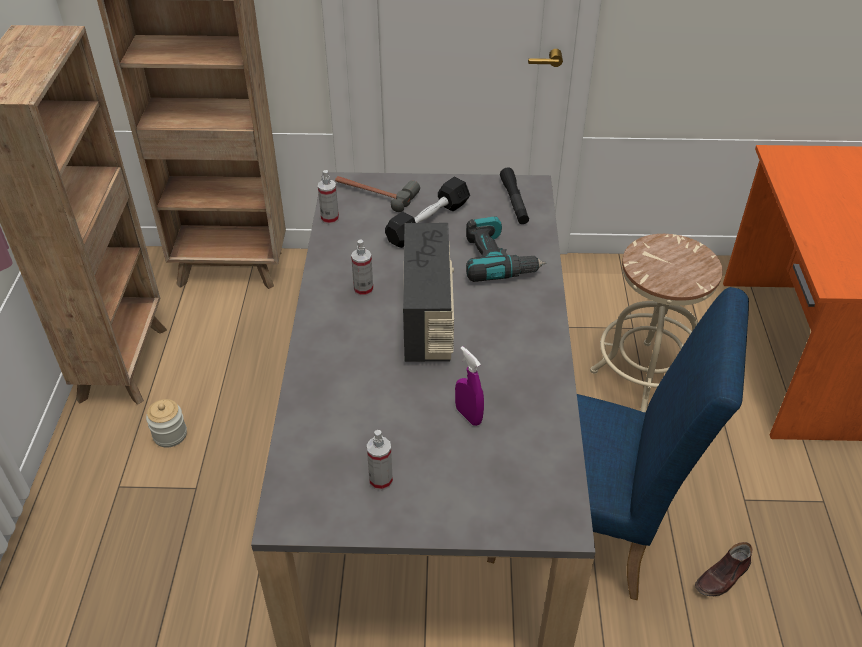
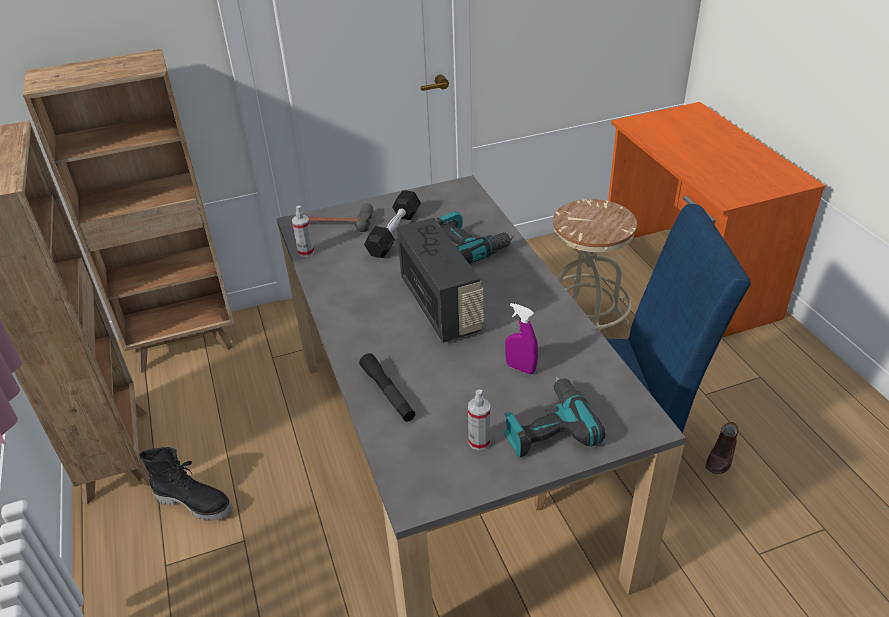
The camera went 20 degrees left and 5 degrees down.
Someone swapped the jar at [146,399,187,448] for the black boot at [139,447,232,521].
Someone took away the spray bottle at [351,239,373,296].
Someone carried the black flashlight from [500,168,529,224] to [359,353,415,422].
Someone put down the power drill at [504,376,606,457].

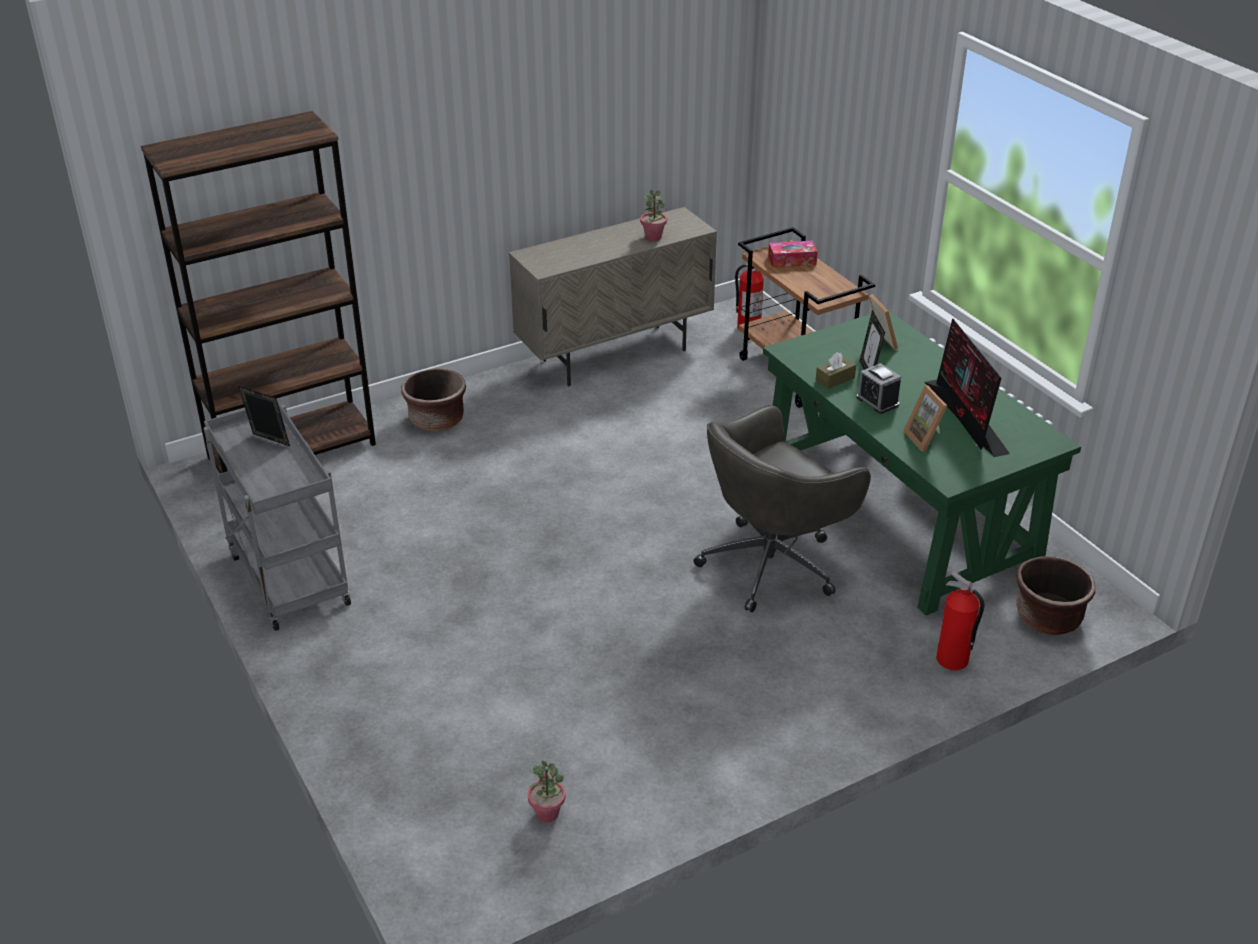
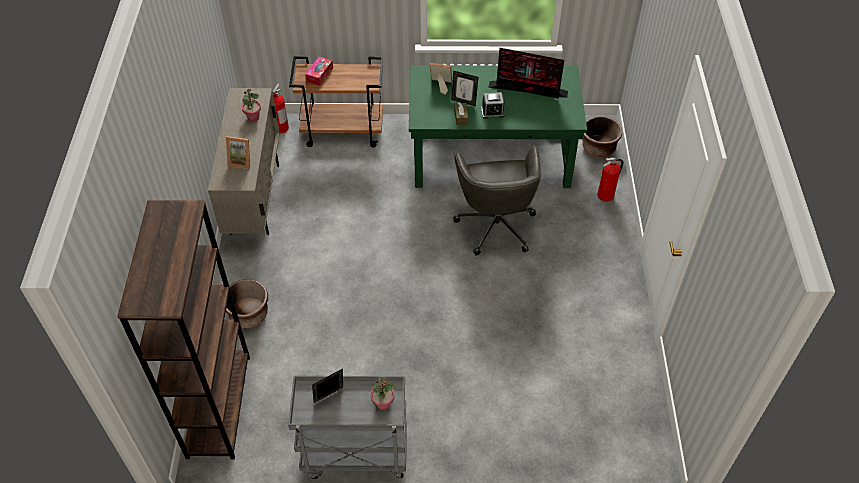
The camera went 60 degrees left and 15 degrees up.
Someone carried the potted plant from [528,761,566,823] to [370,377,395,410].
Someone carried the picture frame from [903,385,947,452] to [226,136,250,169].

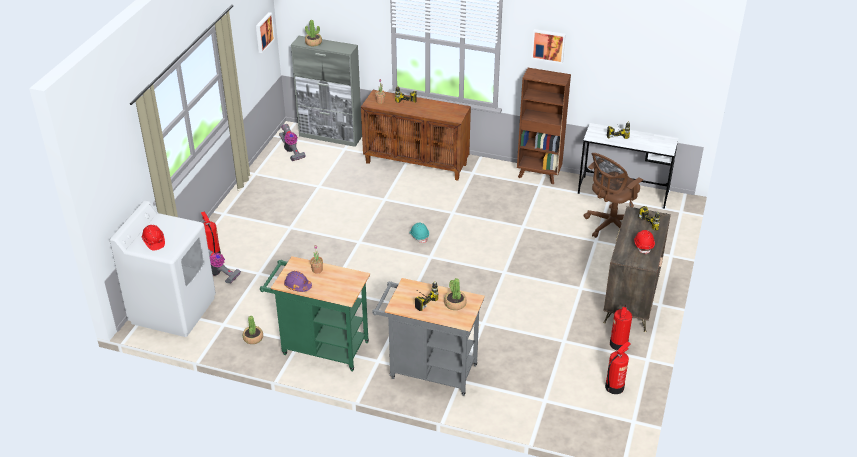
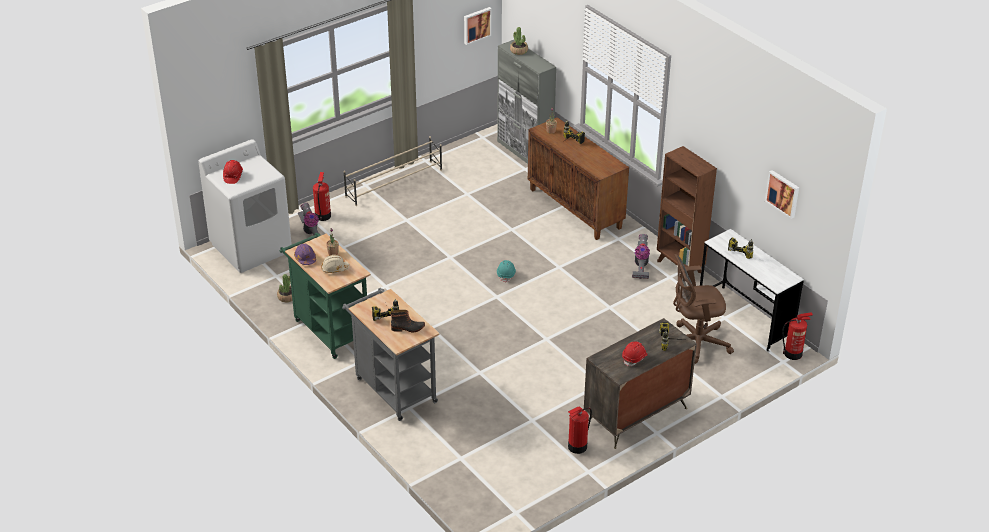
The camera went 35 degrees right and 0 degrees up.
Someone carried the vacuum cleaner from [279,124,306,161] to [632,234,650,279].
Someone swapped the potted plant at [444,278,467,310] for the boot at [390,310,425,332].
Someone carried the picture from [531,29,566,64] to [765,170,799,219].
Someone carried the fire extinguisher from [605,341,631,394] to [782,312,813,360].
Someone put down the beige hard hat at [321,255,349,273].
Someone put down the beige shoe rack at [343,136,442,206].

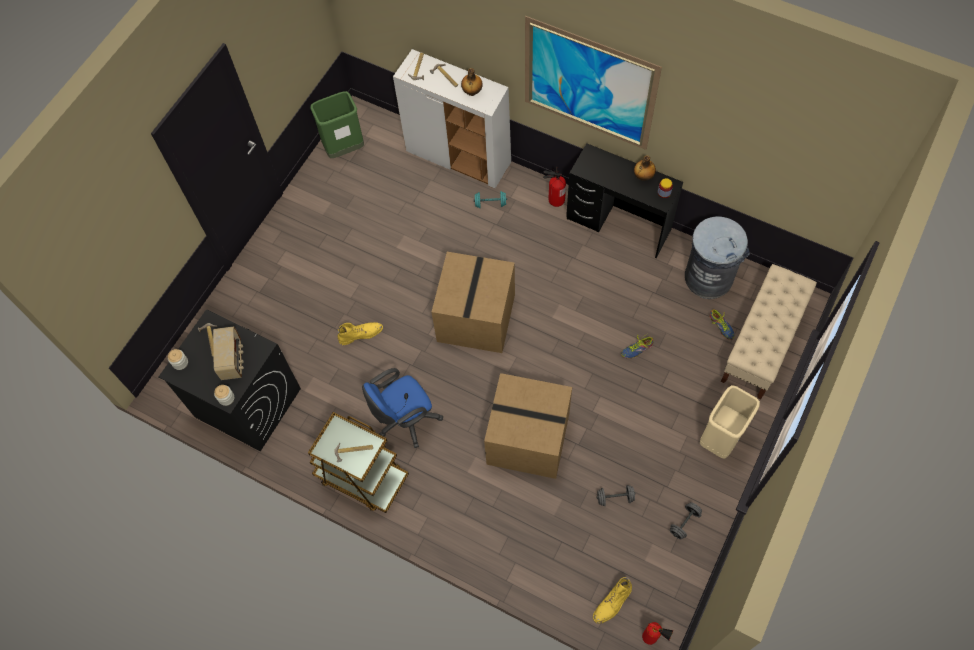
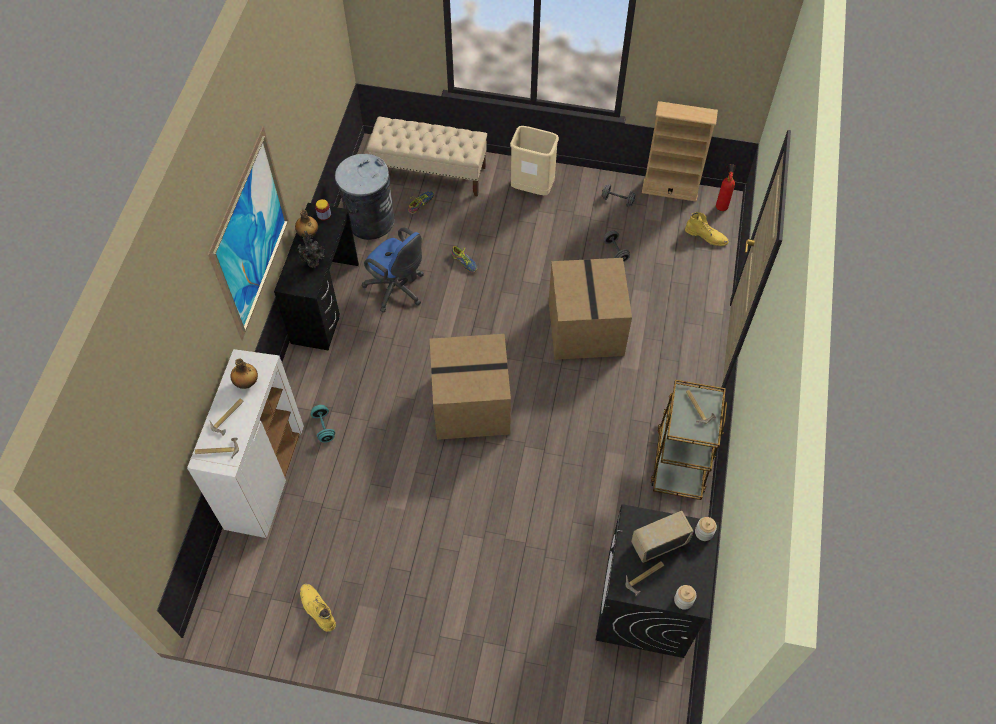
The camera went 110 degrees left and 5 degrees down.
Someone took away the green trash can at [310,91,364,158].
Someone carried the yellow boot from [337,322,383,345] to [300,584,336,632].
Someone carried the blue office chair from [362,368,443,448] to [362,228,424,312].
Someone took away the fire extinguisher at [543,166,566,207].
Someone put down the potted plant at [297,231,325,268].
Someone put down the beige bookcase at [642,101,718,202].

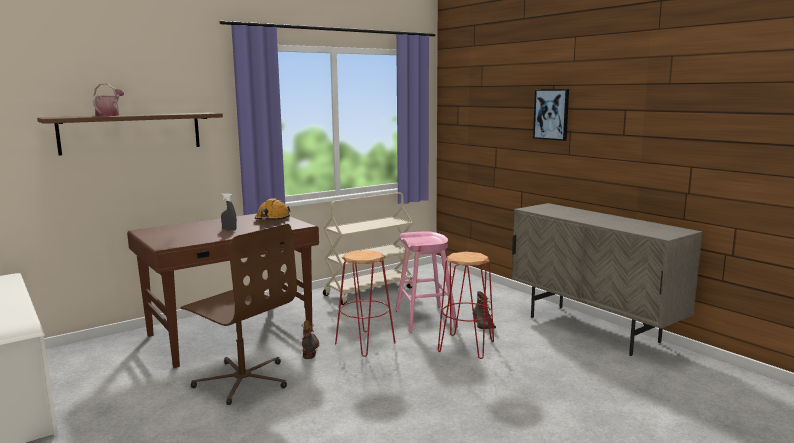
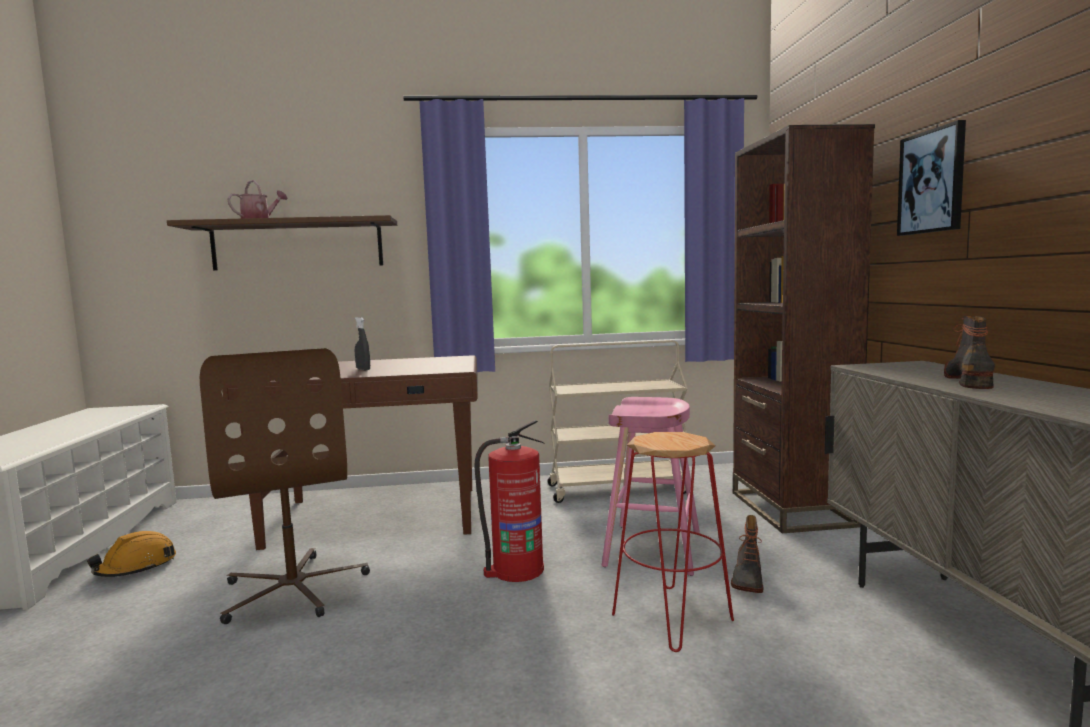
The camera went 30 degrees right and 5 degrees down.
Someone carried the orange hard hat from [255,198,291,220] to [87,531,176,577].
Someone carried the boot from [302,320,319,359] to [944,316,995,389].
Someone swapped the red stool at [335,250,396,357] for the fire extinguisher at [475,420,544,582].
Someone put down the brown bookcase at [733,124,875,533].

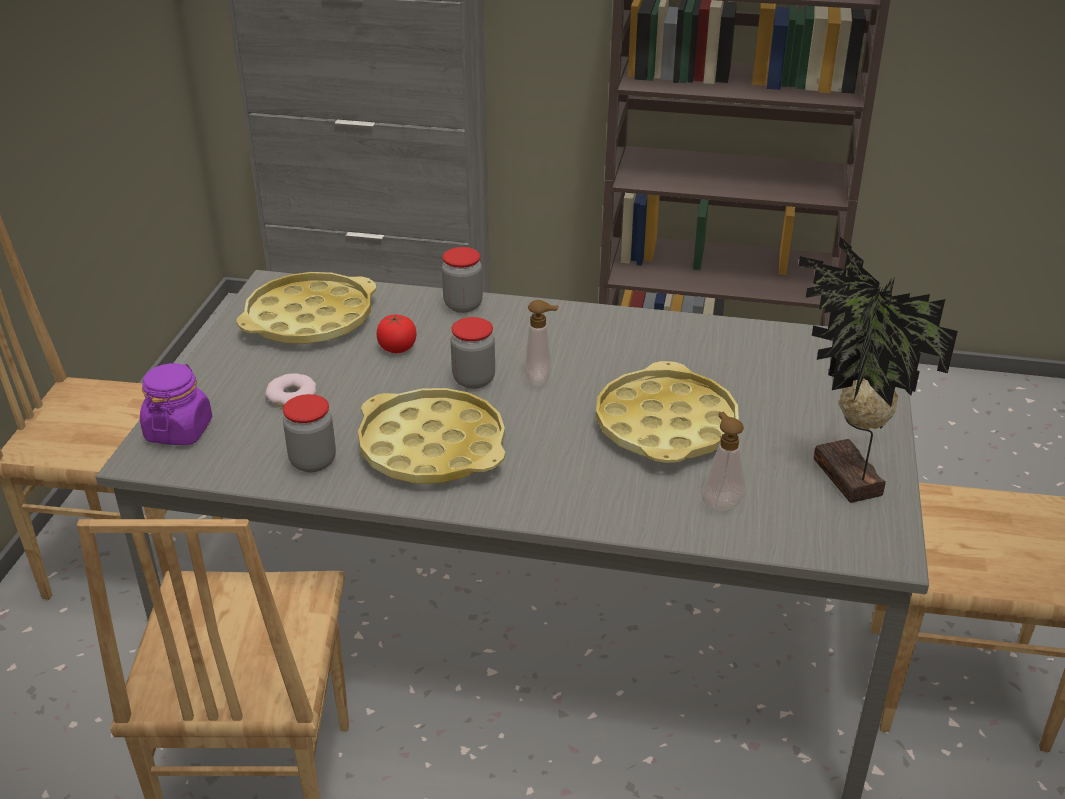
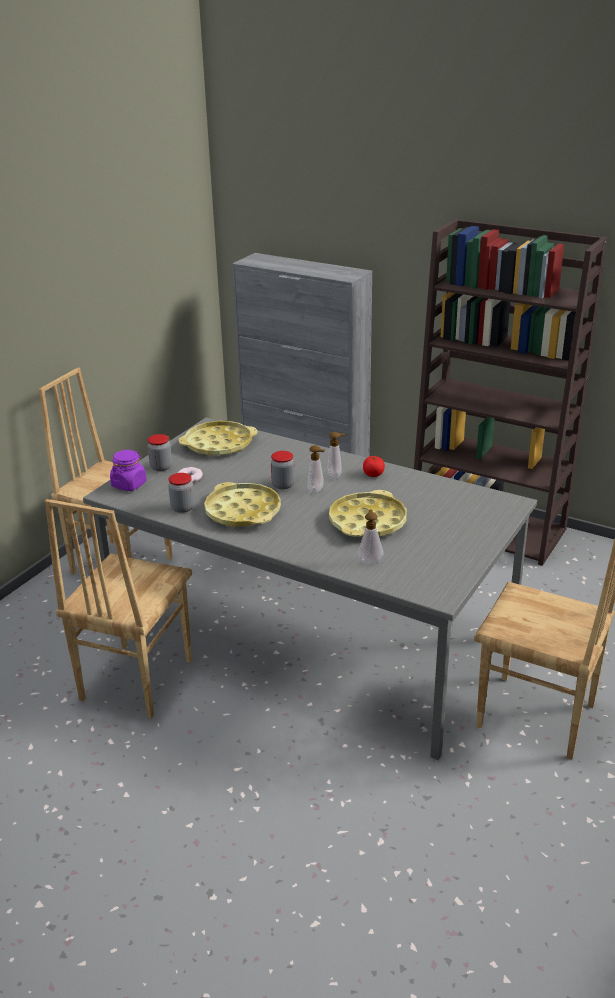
The camera went 20 degrees right and 5 degrees down.
Someone carried the tomato from [376,314,416,353] to [363,456,385,477].
Someone carried the jar from [442,247,483,313] to [148,434,172,471].
Someone took away the potted plant at [799,237,958,503].
Someone put down the soap dispenser at [327,432,345,479].

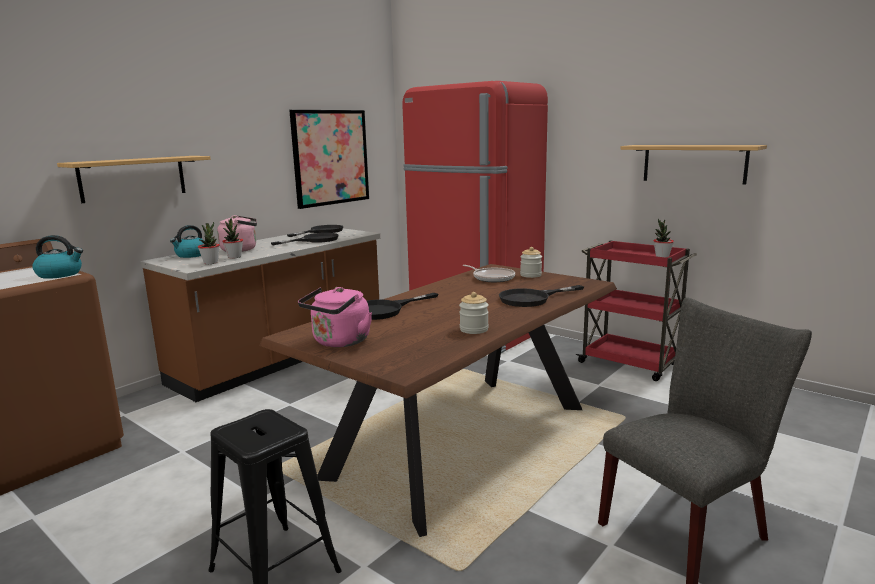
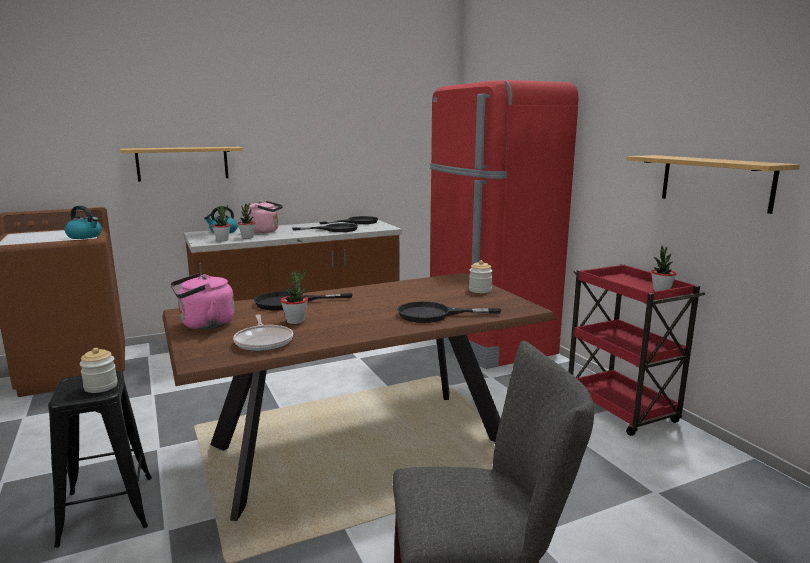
The camera went 25 degrees right and 0 degrees up.
Someone took away the picture at [289,110,369,209].
Someone carried the jar from [459,292,489,334] to [80,348,118,393].
Someone carried the frying pan from [463,265,515,282] to [233,315,293,351].
Someone put down the potted plant at [281,270,308,324].

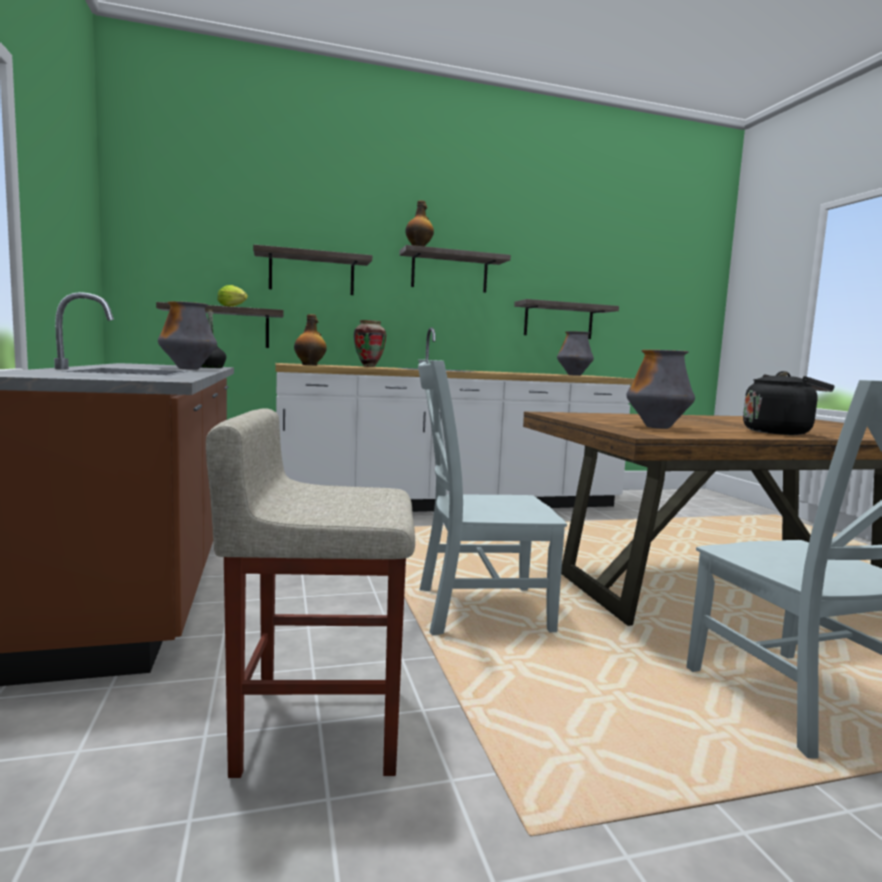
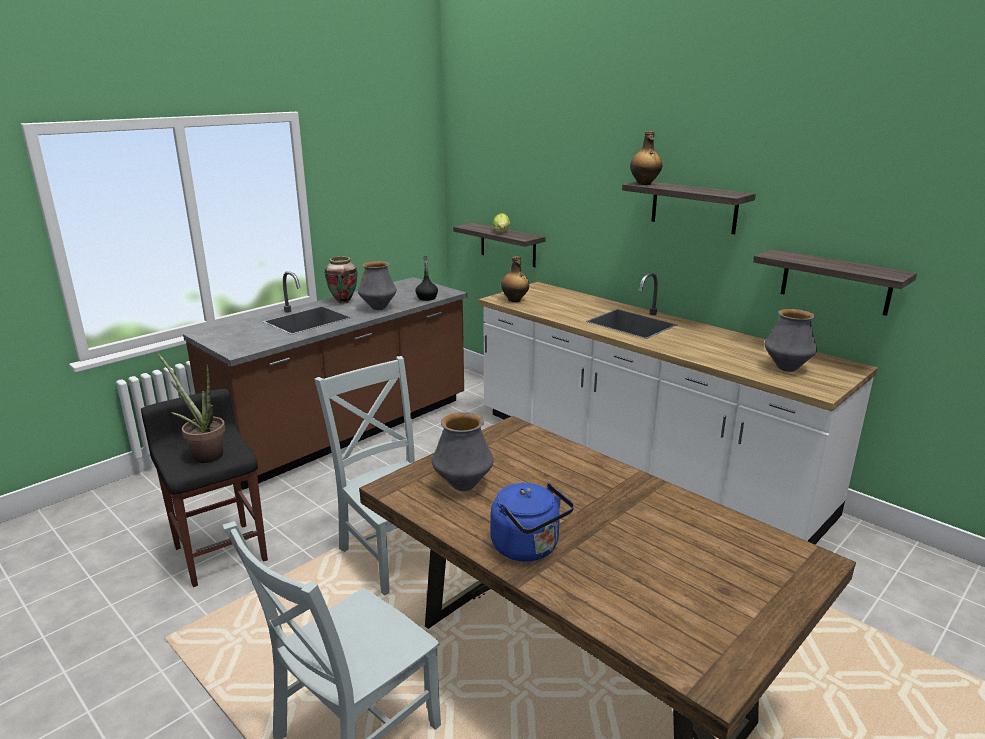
The camera went 60 degrees right and 15 degrees up.
Someone repainted the beige stool at [206,408,415,778], which became the black stool at [141,389,268,587].
Someone took away the shelf at [253,244,372,295].
Someone carried the vase from [354,320,386,367] to [325,256,357,304].
Someone repainted the black kettle at [743,371,835,435], which became the blue kettle at [490,483,574,562].
Someone put down the potted plant at [156,352,225,463].

